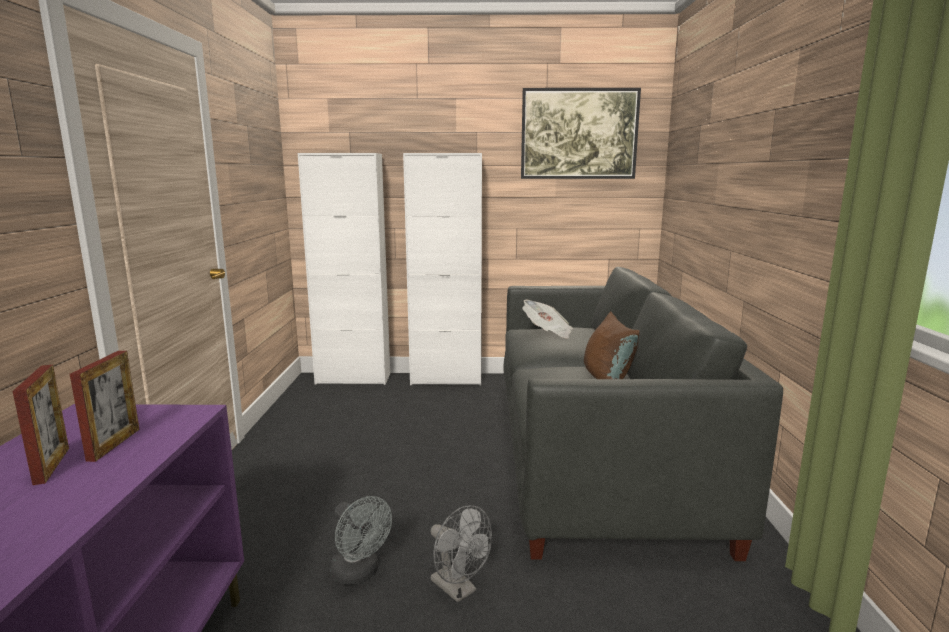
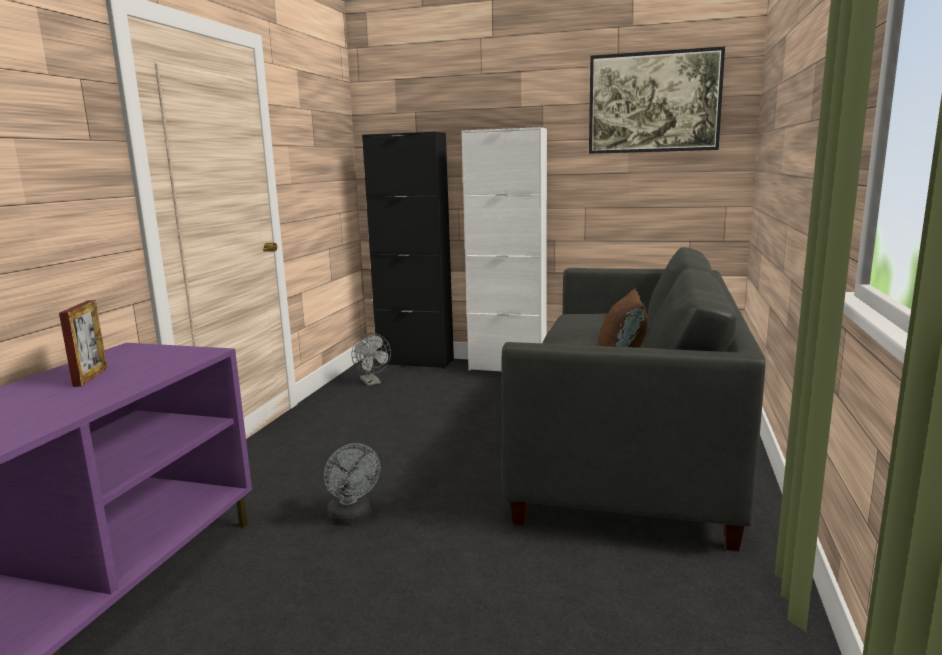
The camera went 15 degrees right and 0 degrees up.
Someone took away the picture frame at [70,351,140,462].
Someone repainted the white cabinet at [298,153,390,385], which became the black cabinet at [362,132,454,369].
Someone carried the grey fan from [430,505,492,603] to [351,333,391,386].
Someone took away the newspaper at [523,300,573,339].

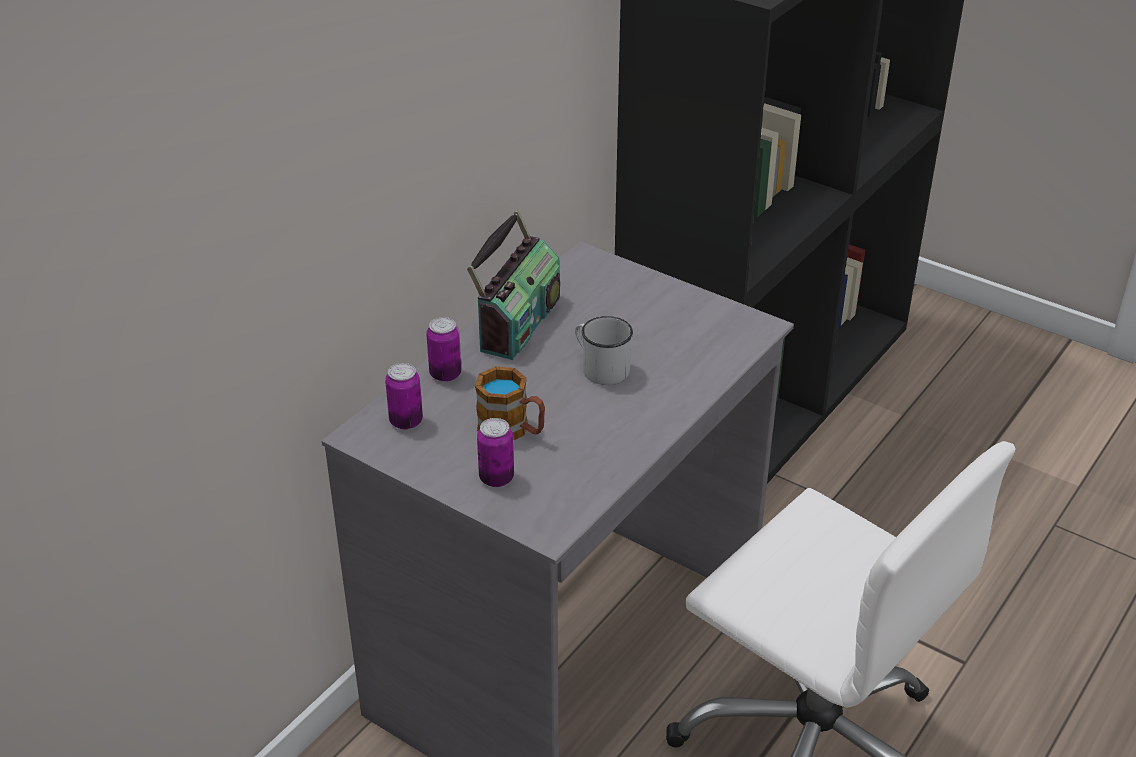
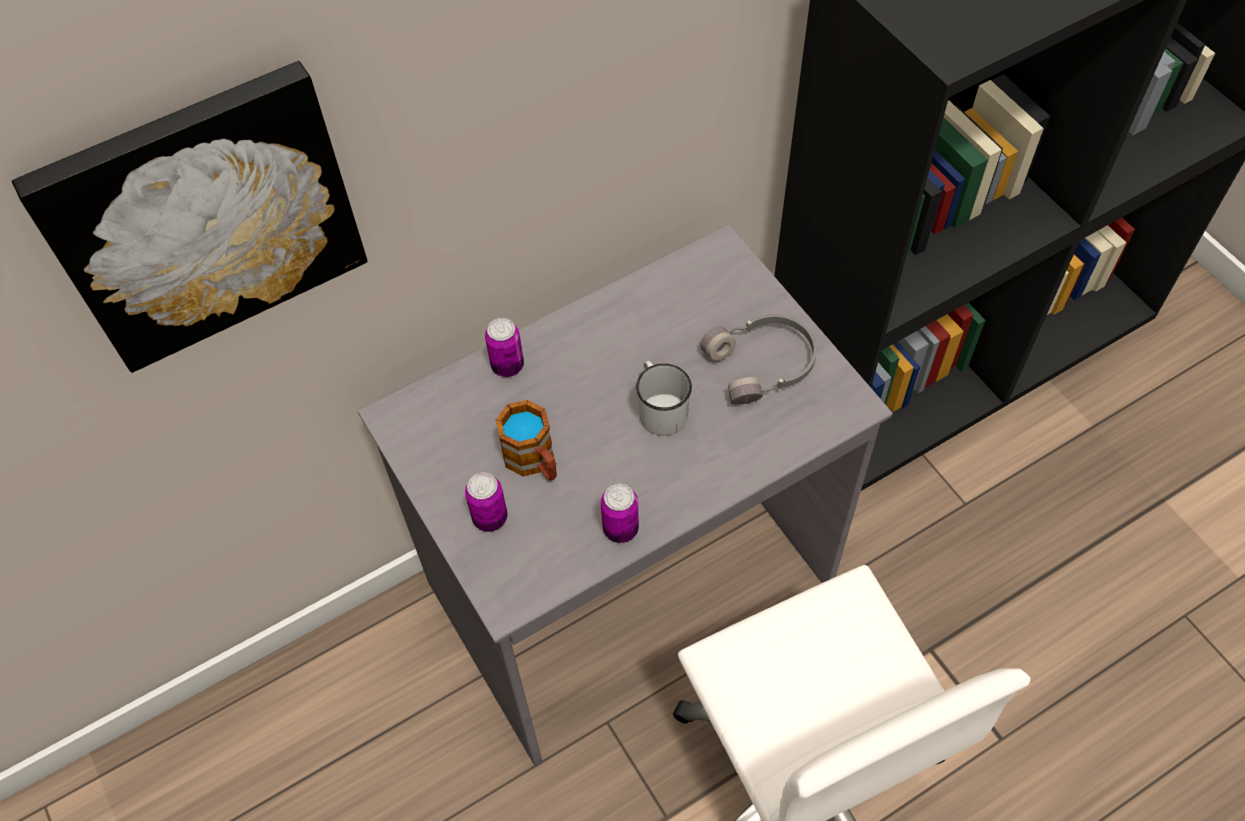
The camera went 25 degrees right and 20 degrees up.
Someone carried the can from [385,363,423,430] to [601,483,639,543].
Someone took away the radio at [467,211,560,360].
Someone put up the picture at [12,61,368,373].
Someone put down the grey headphones at [700,314,817,405].

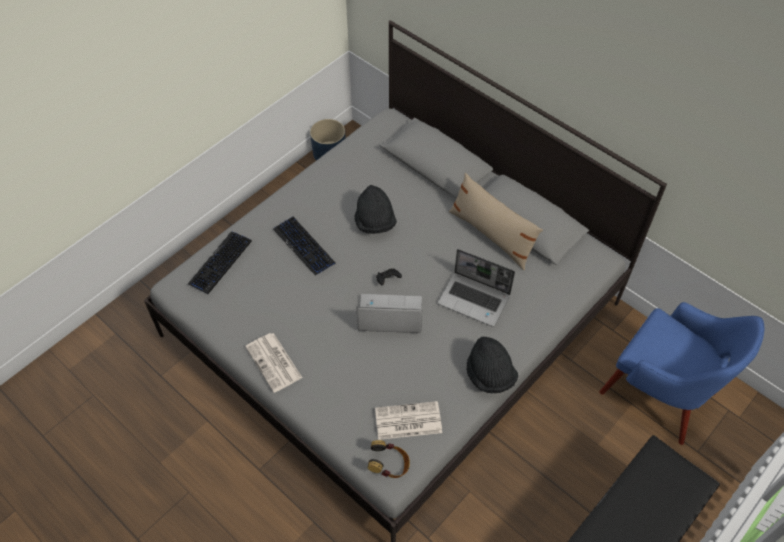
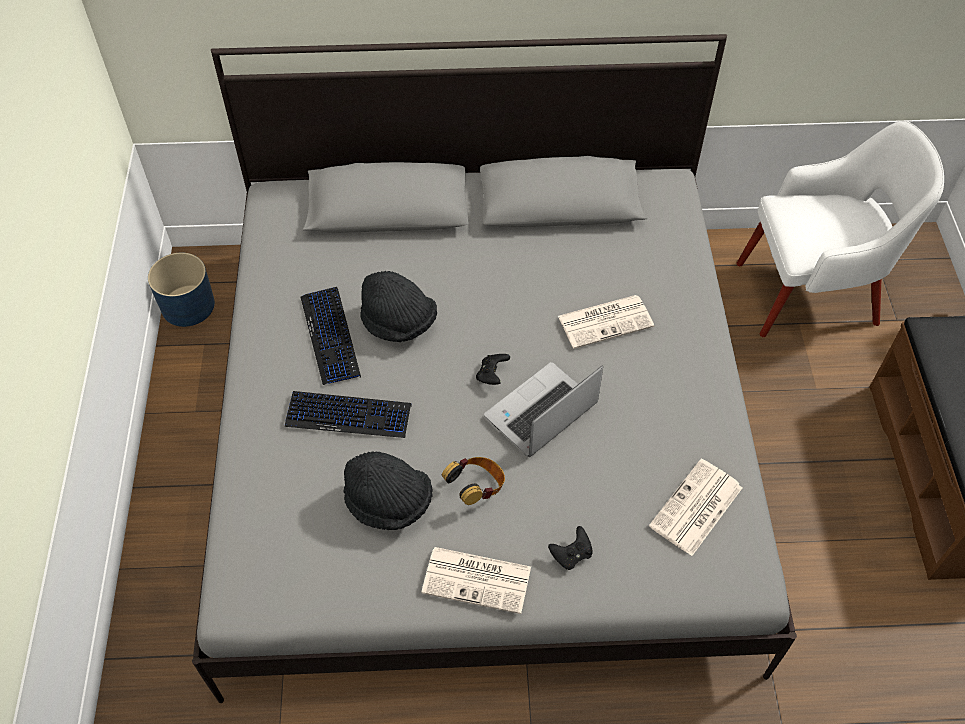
The camera went 45 degrees left and 0 degrees up.
Someone carried the keyboard from [188,232,252,294] to [301,287,361,385].
Someone carried the headphones from [368,440,410,478] to [442,457,505,505].
Someone swapped the laptop at [438,249,515,327] for the newspaper at [558,295,654,349].
Someone took away the beige pillow at [449,173,543,270].
Someone carried the black hat from [467,337,518,393] to [343,451,433,530].
Someone repainted the blue armchair at [599,302,764,445], which became the white armchair at [736,120,944,337].
Someone put down the black game controller at [548,526,593,570].

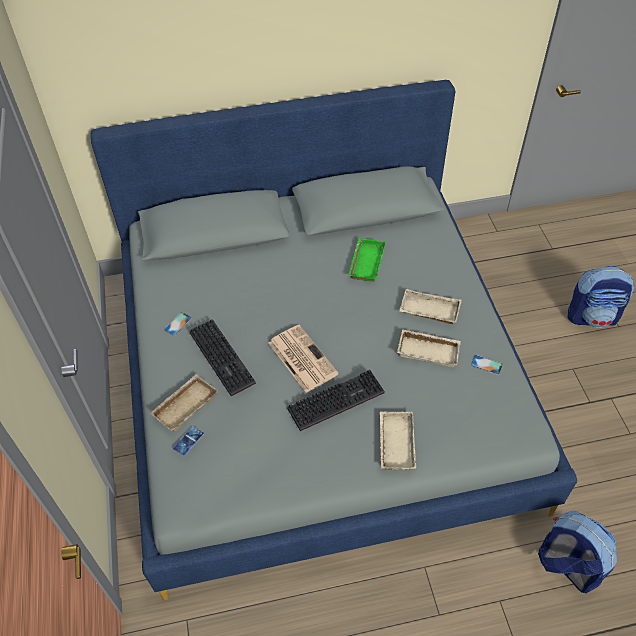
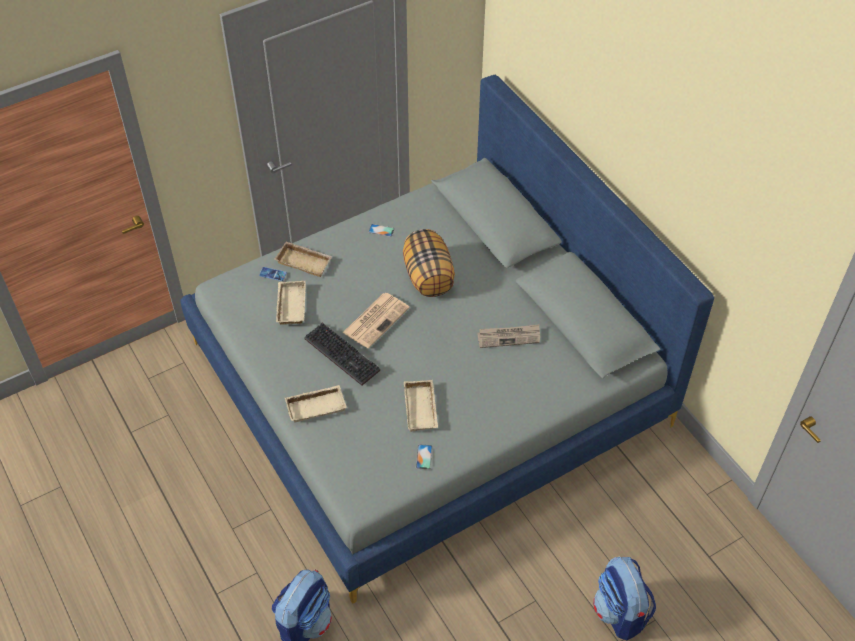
The camera went 70 degrees right and 0 degrees up.
Someone took away the keyboard at [189,319,256,396].
Someone swapped the green tray at [348,238,386,282] for the newspaper at [477,325,540,348].
Someone carried the beige tray from [399,289,461,324] to [276,281,306,325].
Someone put down the pillow at [403,229,455,297].

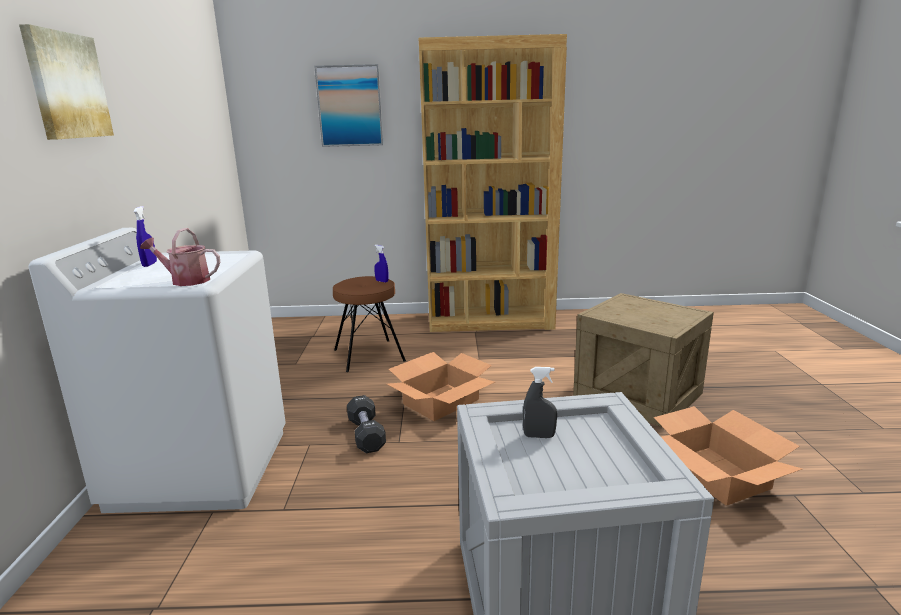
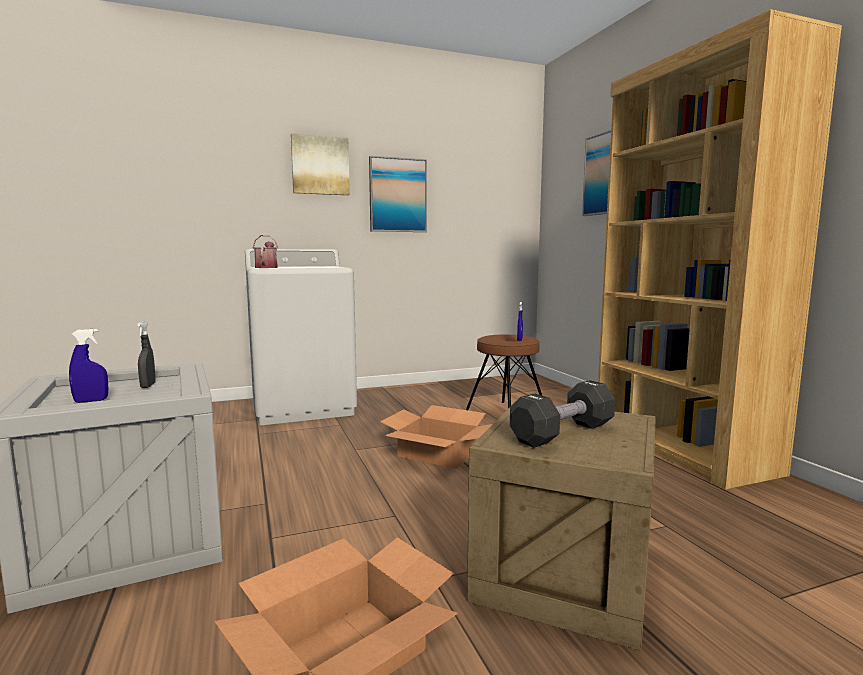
The camera went 70 degrees right and 10 degrees down.
Someone carried the blue spray bottle from [134,206,157,267] to [69,329,108,403].
Someone carried the black dumbbell from [347,395,386,453] to [510,380,615,448].
Someone put up the picture at [369,156,427,232].

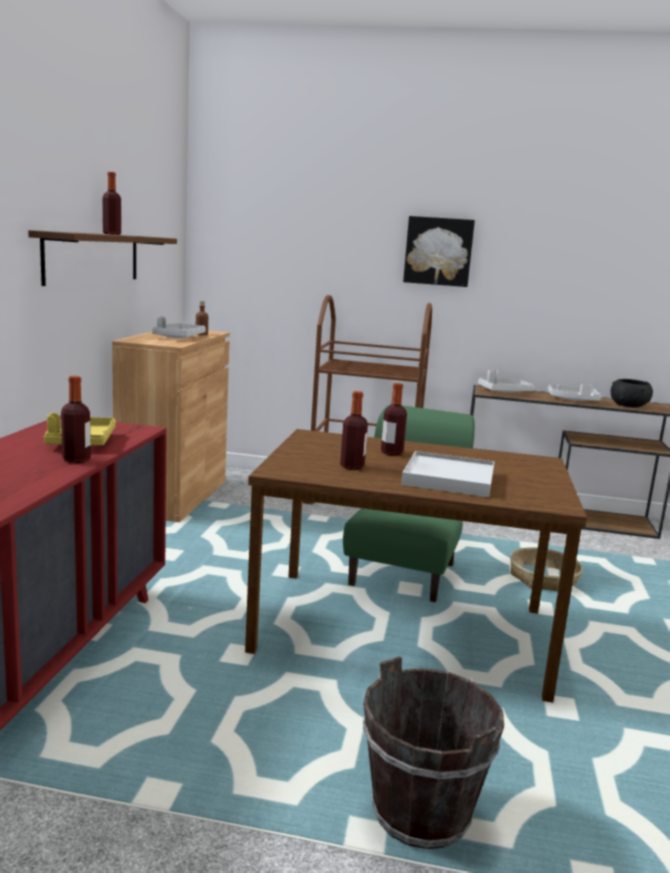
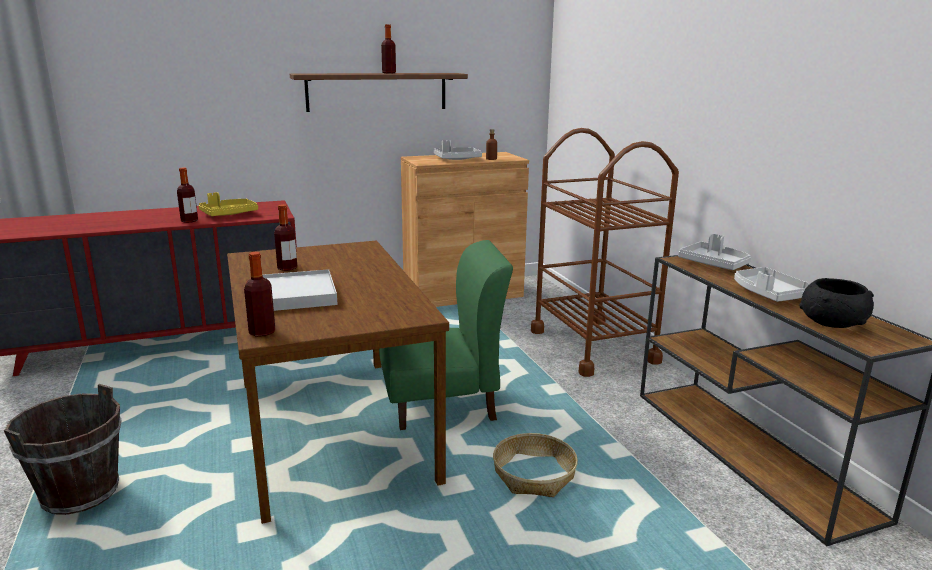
The camera went 60 degrees right and 5 degrees up.
Someone carried the bottle from [381,383,407,456] to [244,252,275,337].
Someone took away the picture at [403,216,475,287].

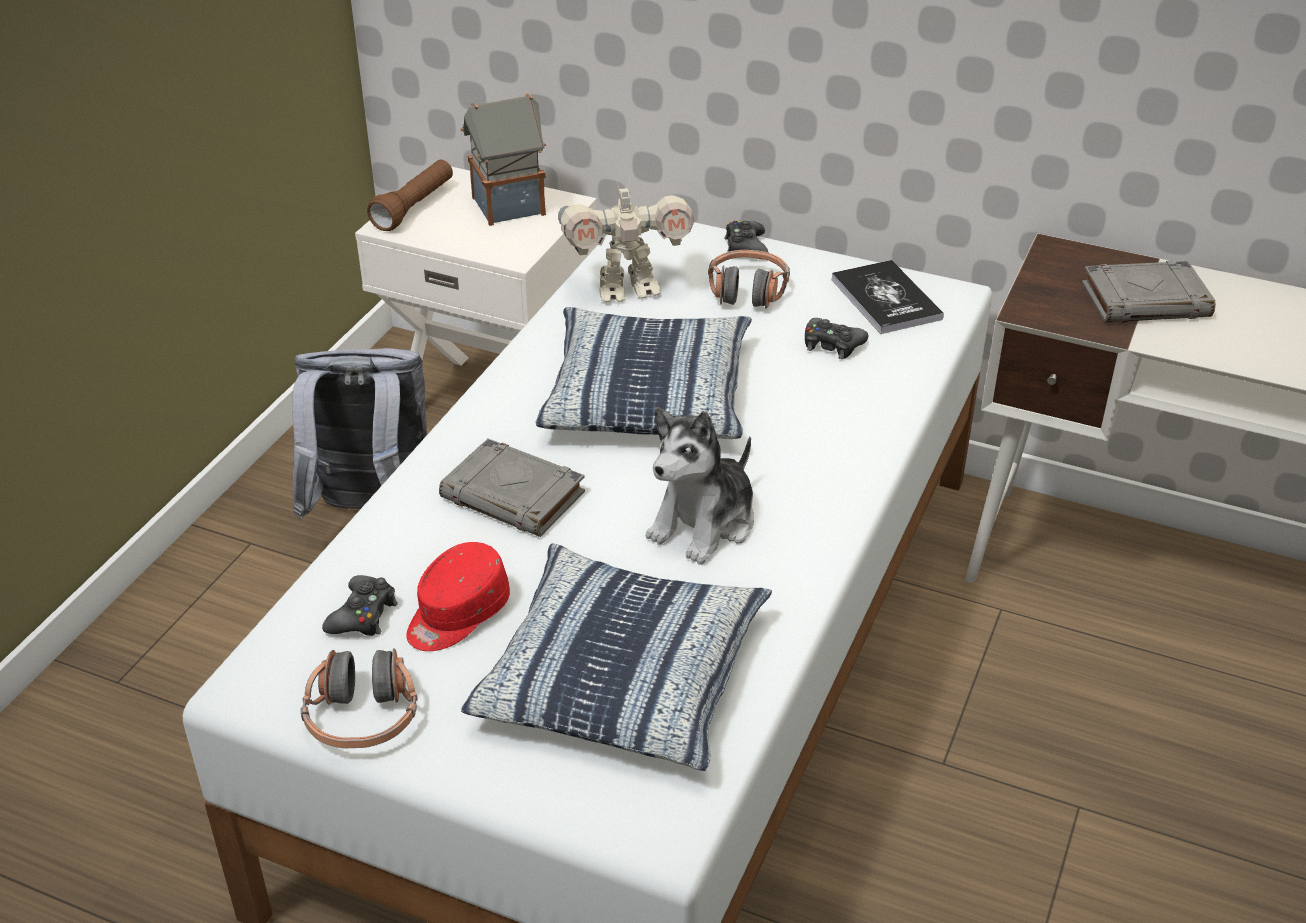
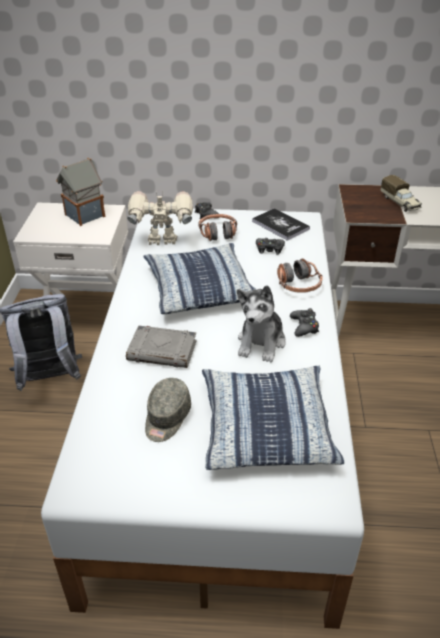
The camera went 20 degrees left and 0 degrees up.
Someone carried the headphones from [301,648,418,748] to [277,259,322,293].
Someone carried the black game controller from [322,575,398,636] to [290,308,319,337].
Someone took away the brown flashlight at [367,160,453,231].
Someone repainted the red cap at [406,542,510,651], which became the grey cap at [145,378,191,442].
Someone rotated the toy robot at [558,177,694,302] by 150 degrees counterclockwise.
Someone swapped the grey book at [1082,261,1215,323] for the toy truck at [380,175,422,212].

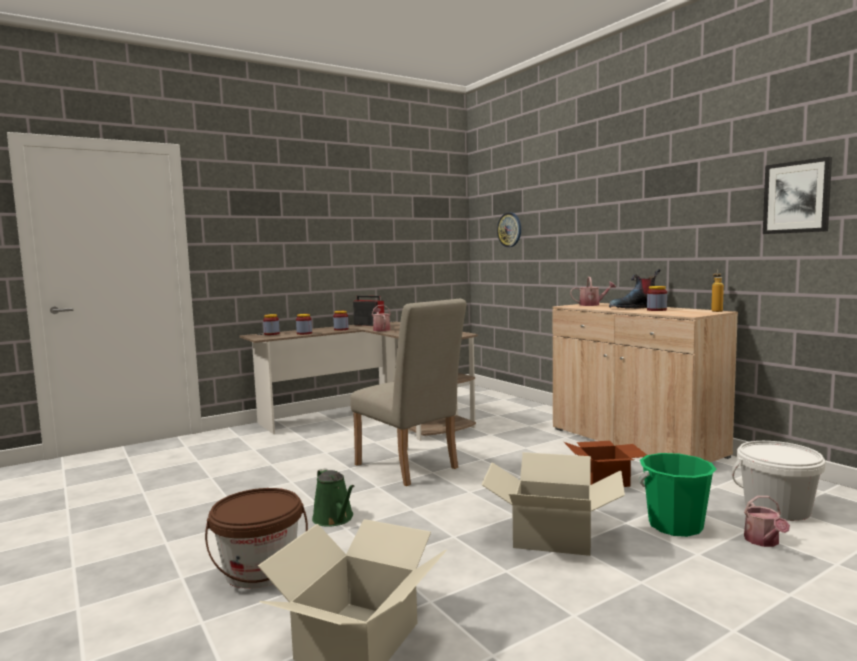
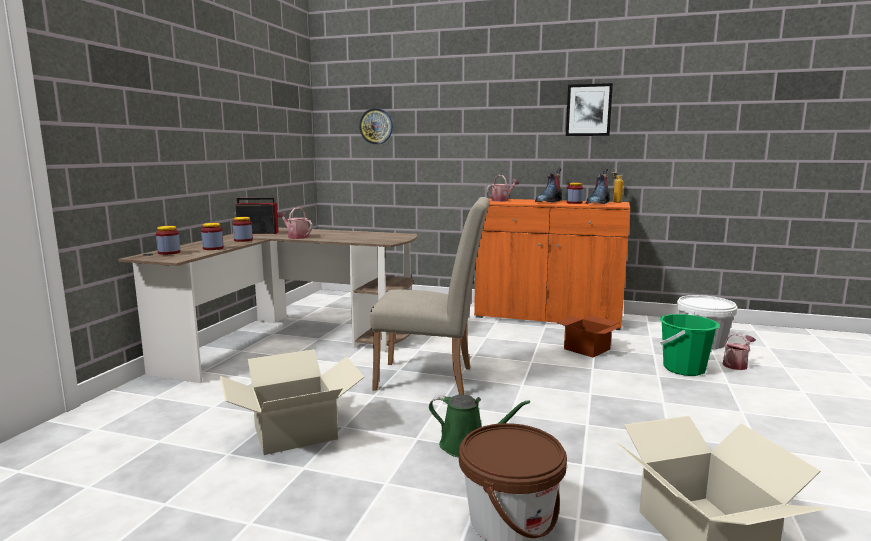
The camera went 40 degrees left and 5 degrees up.
Someone carried the cardboard box from [481,452,625,556] to [220,349,364,455].
Someone repainted the beige cabinet at [552,303,738,462], which became the orange cabinet at [474,198,630,330].
Someone rotated the watering can at [744,496,790,547] by 90 degrees counterclockwise.
Someone carried the picture from [763,157,832,234] to [566,83,613,136].
Someone put down the boot at [585,169,609,204].

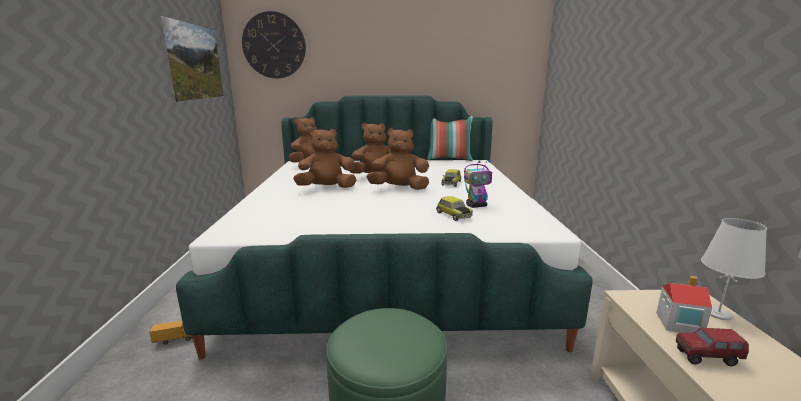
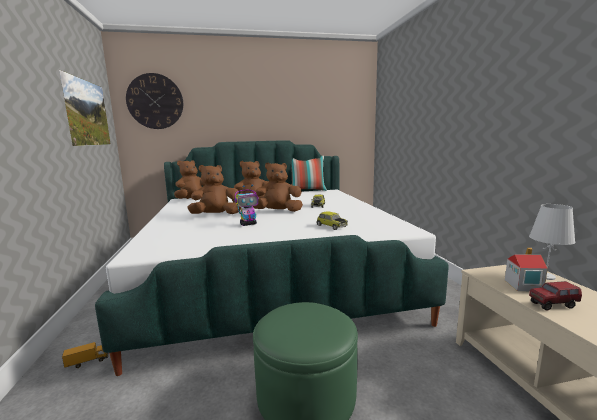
The camera went 10 degrees left and 5 degrees down.
Someone carried the toy robot from [464,160,492,208] to [235,185,259,226].

